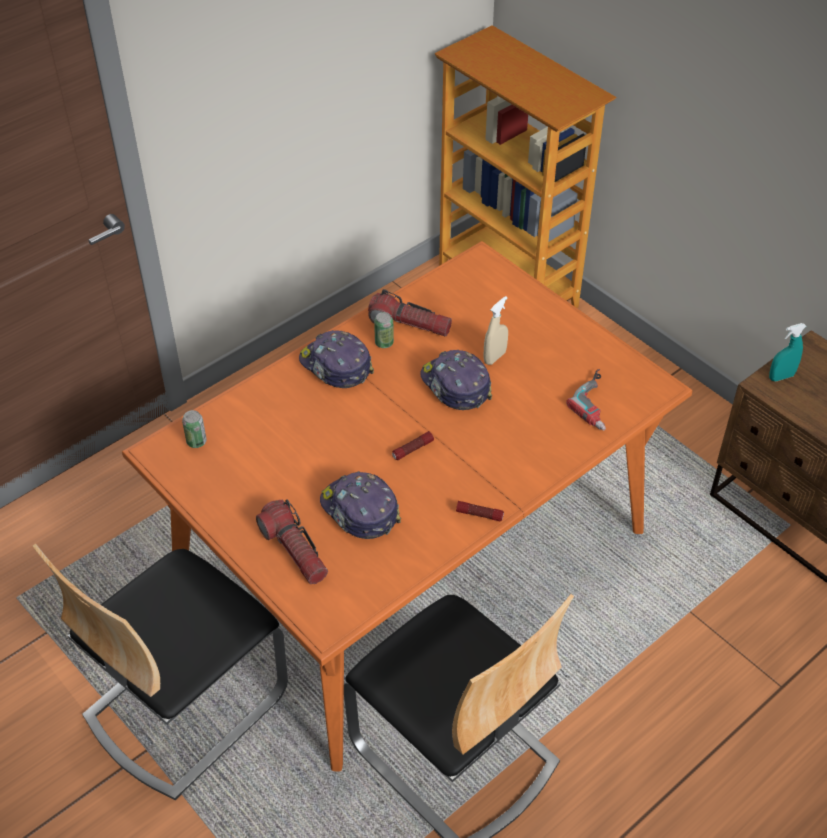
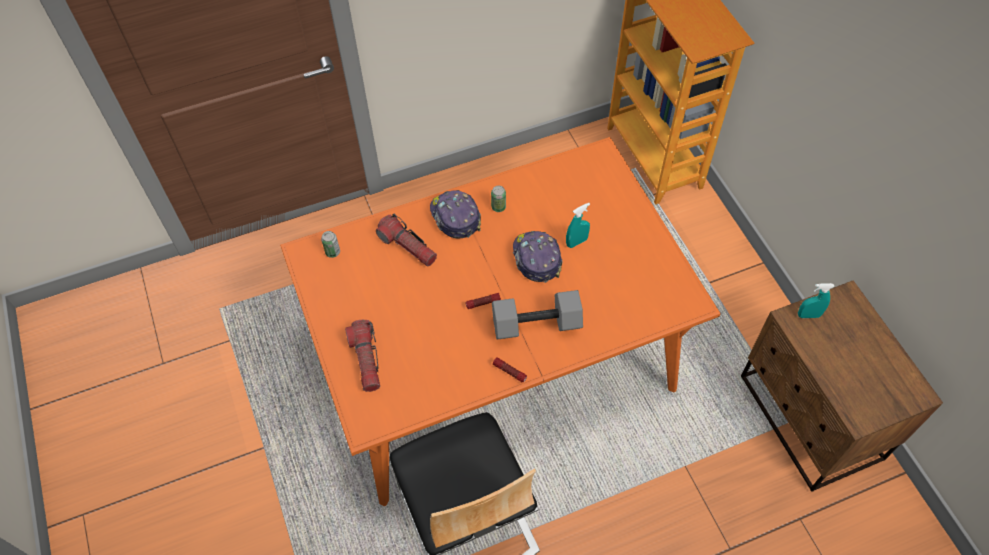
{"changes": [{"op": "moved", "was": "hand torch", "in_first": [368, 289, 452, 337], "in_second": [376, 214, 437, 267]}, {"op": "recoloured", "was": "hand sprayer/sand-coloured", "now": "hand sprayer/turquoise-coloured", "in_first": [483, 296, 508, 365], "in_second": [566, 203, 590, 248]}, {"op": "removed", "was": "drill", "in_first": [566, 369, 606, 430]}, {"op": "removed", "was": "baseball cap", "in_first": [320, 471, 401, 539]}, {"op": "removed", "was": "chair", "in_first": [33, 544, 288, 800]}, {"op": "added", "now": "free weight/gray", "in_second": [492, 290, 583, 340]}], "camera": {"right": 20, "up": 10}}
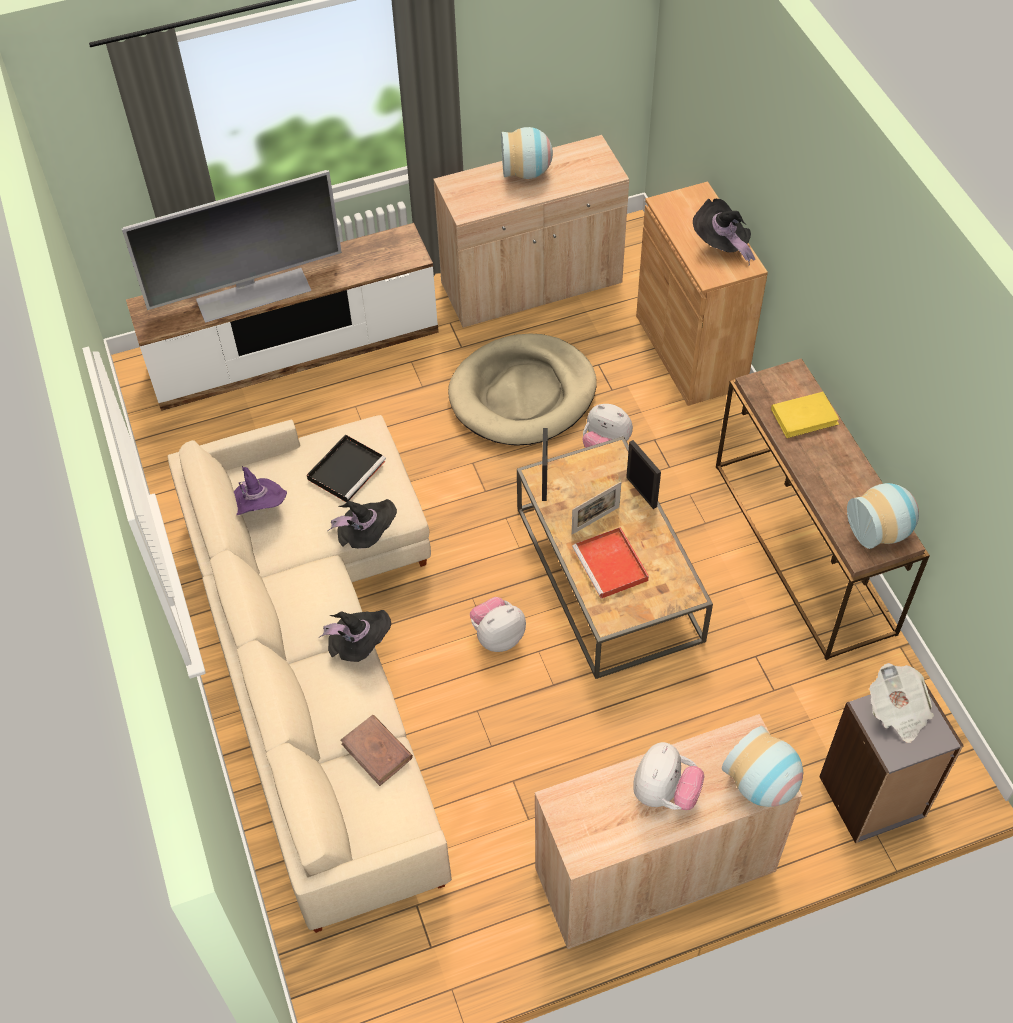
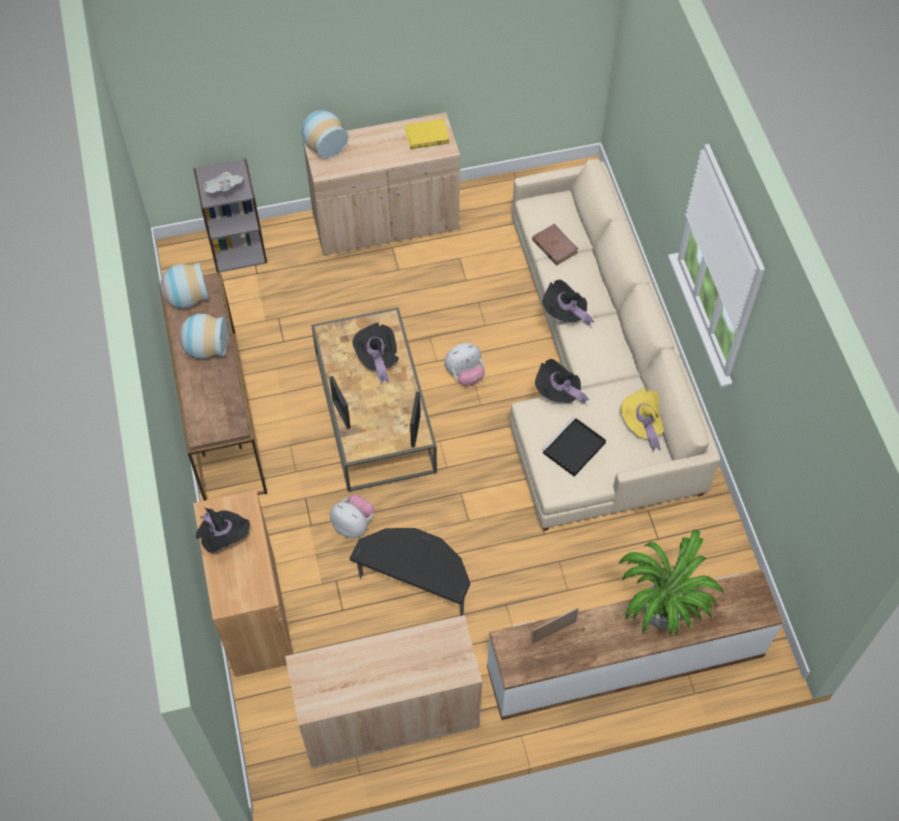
{"changes": [{"op": "moved", "was": "vase", "in_first": [501, 127, 553, 179], "in_second": [179, 314, 228, 359]}, {"op": "replaced", "was": "television", "now": "houseplant", "in_first": [122, 170, 342, 323], "in_second": [618, 530, 724, 637]}, {"op": "replaced", "was": "dog cushion/sand-coloured", "now": "side table", "in_first": [448, 334, 597, 446], "in_second": [349, 528, 470, 616]}, {"op": "moved", "was": "bound book/yellow", "in_first": [771, 392, 839, 438], "in_second": [405, 119, 449, 149]}, {"op": "recoloured", "was": "hat/purplish", "now": "hat/yellow", "in_first": [234, 466, 287, 515], "in_second": [621, 388, 664, 452]}, {"op": "moved", "was": "photo frame", "in_first": [572, 482, 621, 534], "in_second": [531, 607, 579, 644]}, {"op": "replaced", "was": "serving tray/red-coloured", "now": "hat/blackish", "in_first": [572, 527, 649, 599], "in_second": [352, 323, 399, 385]}, {"op": "removed", "was": "plush toy", "in_first": [633, 742, 705, 810]}], "camera": {"right": -175, "up": 5}}
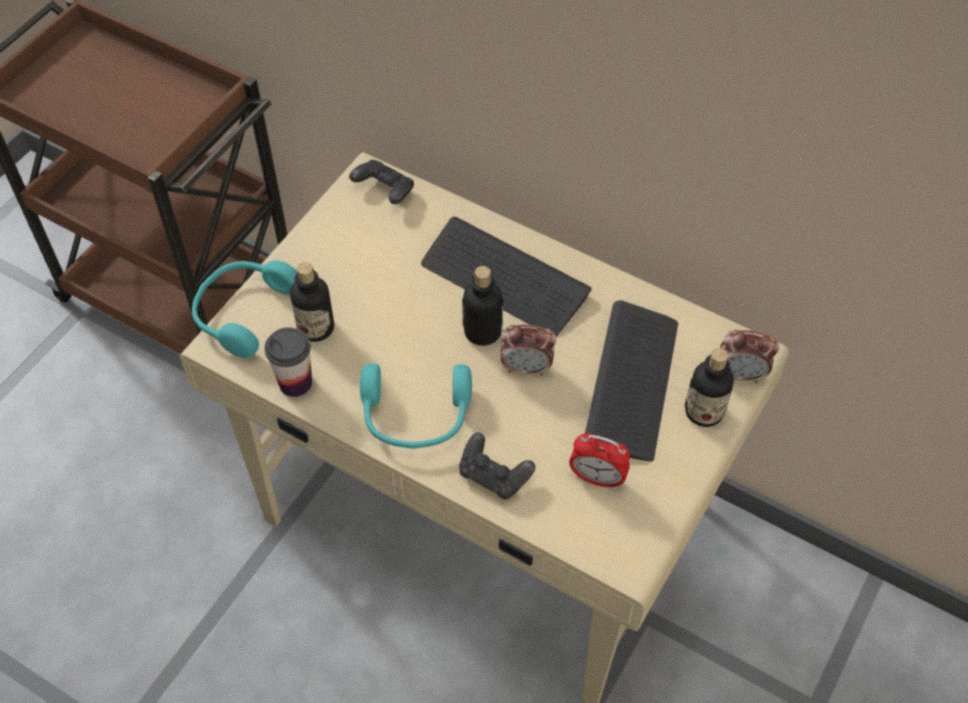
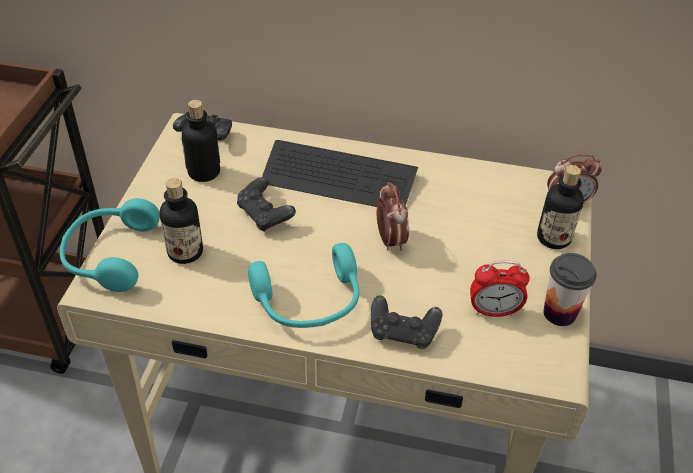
{"changes": [{"op": "moved", "was": "beverage bottle", "in_first": [462, 266, 503, 346], "in_second": [182, 100, 220, 182]}, {"op": "removed", "was": "PC keyboard", "in_first": [585, 300, 678, 462]}, {"op": "turned", "was": "bedside clock", "in_first": [500, 325, 556, 376], "in_second": [377, 182, 409, 251], "clockwise": -90}, {"op": "moved", "was": "drinking cup", "in_first": [265, 327, 312, 397], "in_second": [543, 253, 597, 326]}, {"op": "added", "now": "gamepad/blackish", "in_second": [237, 177, 296, 232]}], "camera": {"right": -20, "up": -10}}
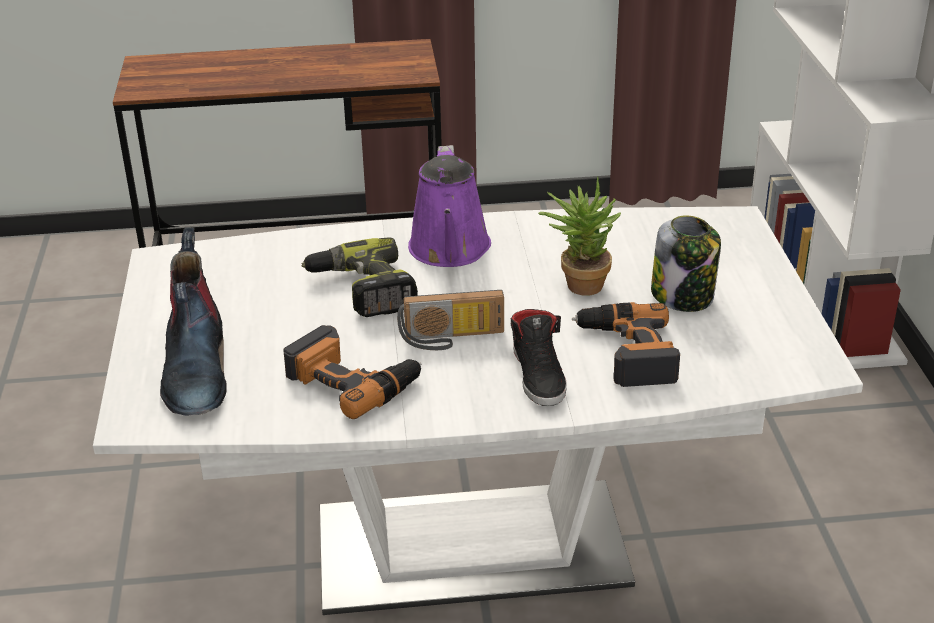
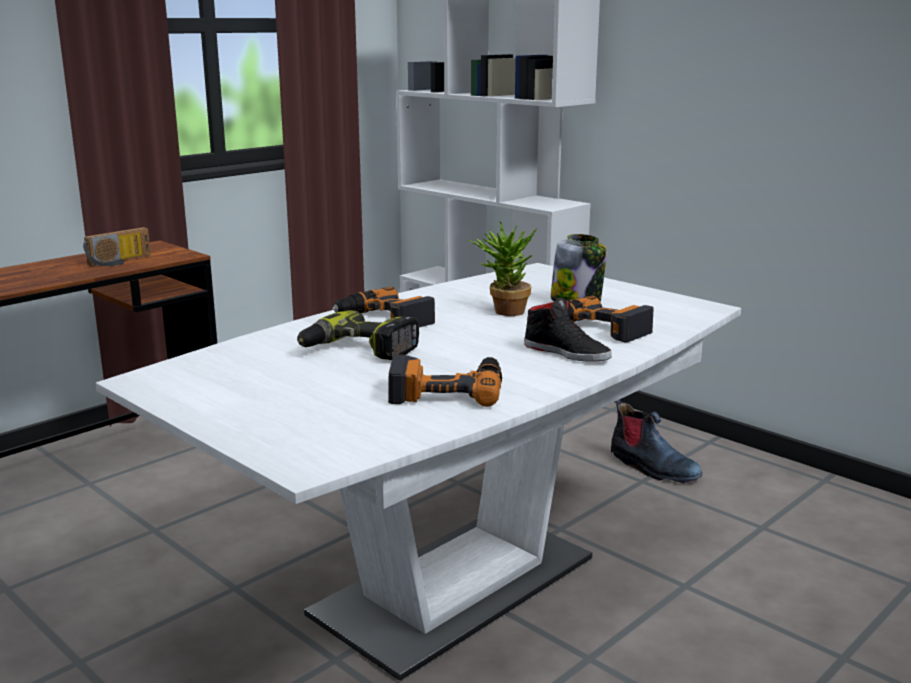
{"changes": [{"op": "replaced", "was": "sprinkling can/purplish", "now": "drill", "in_first": [408, 145, 491, 267], "in_second": [332, 287, 435, 327]}, {"op": "moved", "was": "high-top boot", "in_first": [160, 227, 227, 416], "in_second": [611, 399, 702, 483]}, {"op": "moved", "was": "radio", "in_first": [397, 290, 504, 350], "in_second": [83, 227, 151, 266]}], "camera": {"right": -40, "up": -15}}
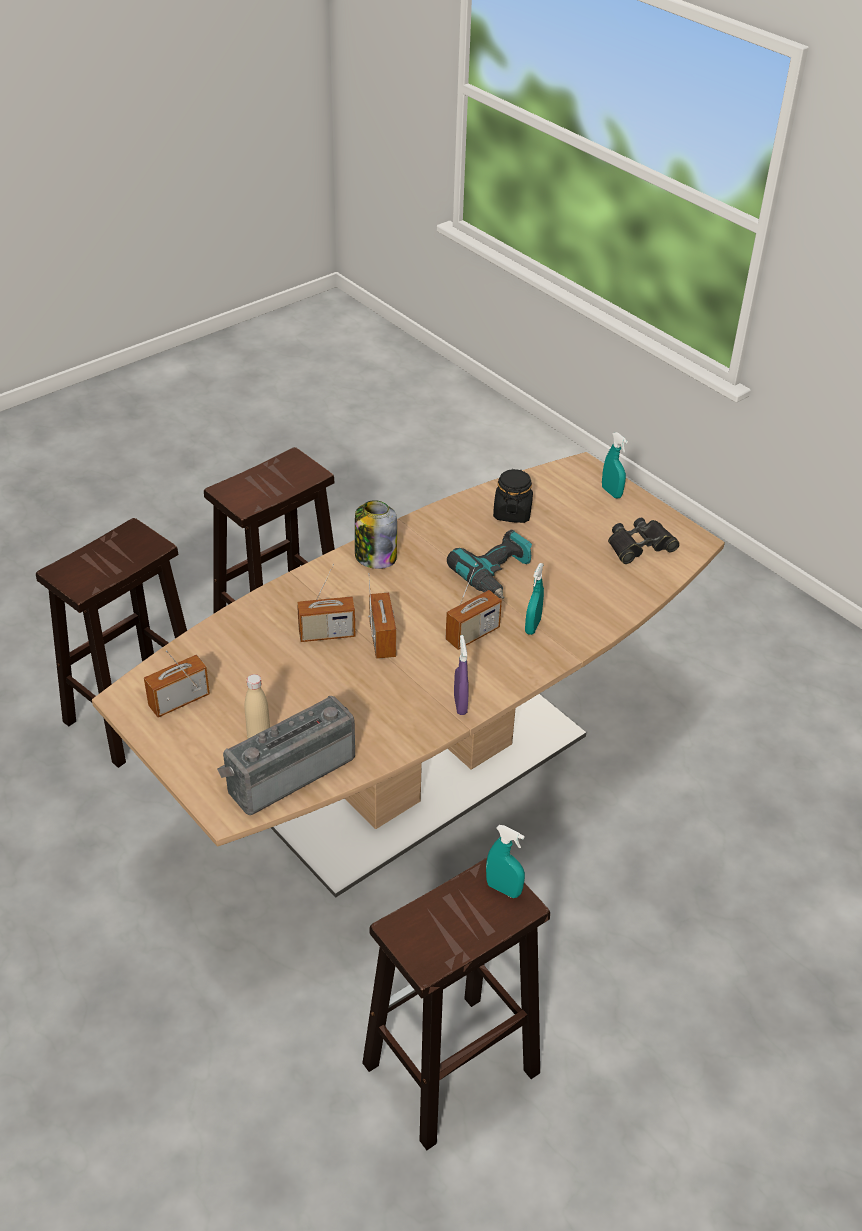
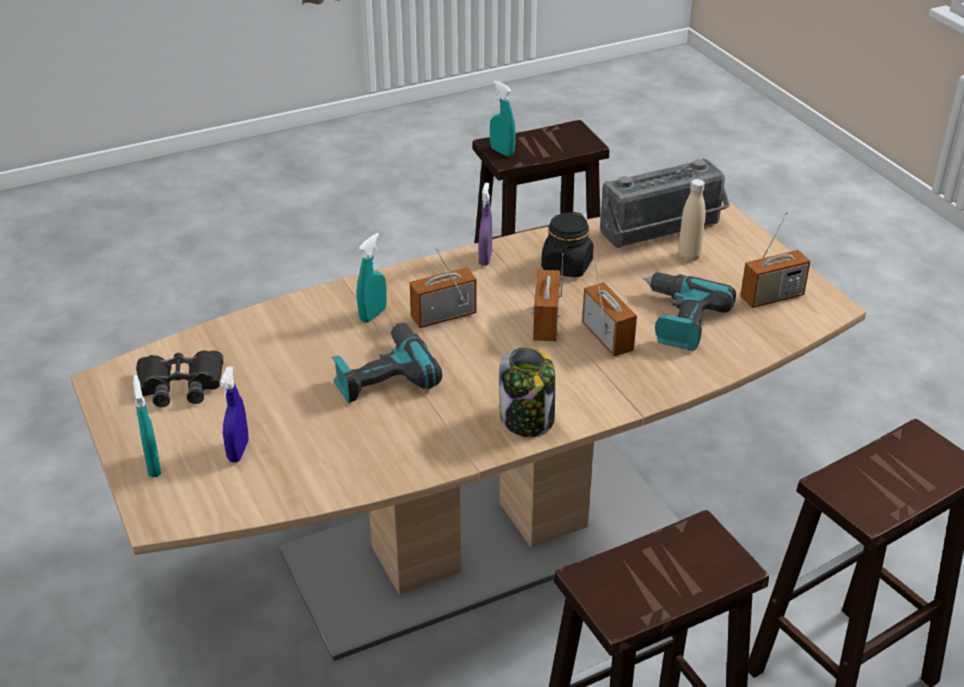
{"changes": [{"op": "moved", "was": "jar/blackish", "in_first": [493, 469, 533, 523], "in_second": [541, 211, 594, 278]}, {"op": "turned", "was": "radio", "in_first": [297, 564, 355, 642], "in_second": [582, 257, 637, 357], "clockwise": 60}, {"op": "added", "now": "drill", "in_second": [643, 272, 736, 351]}, {"op": "added", "now": "hand sprayer/bluish", "in_second": [219, 366, 249, 462]}], "camera": {"right": -165, "up": -5}}
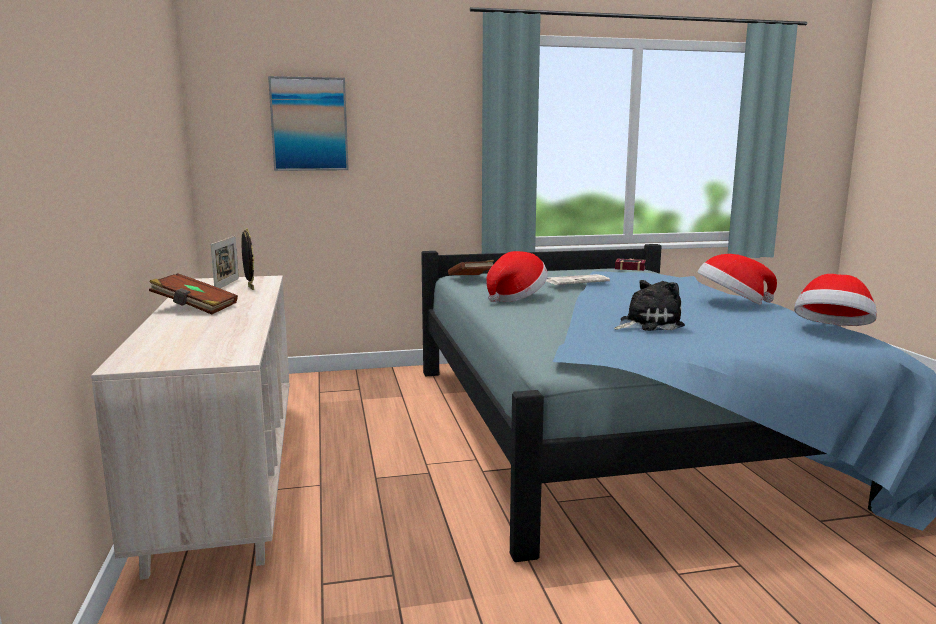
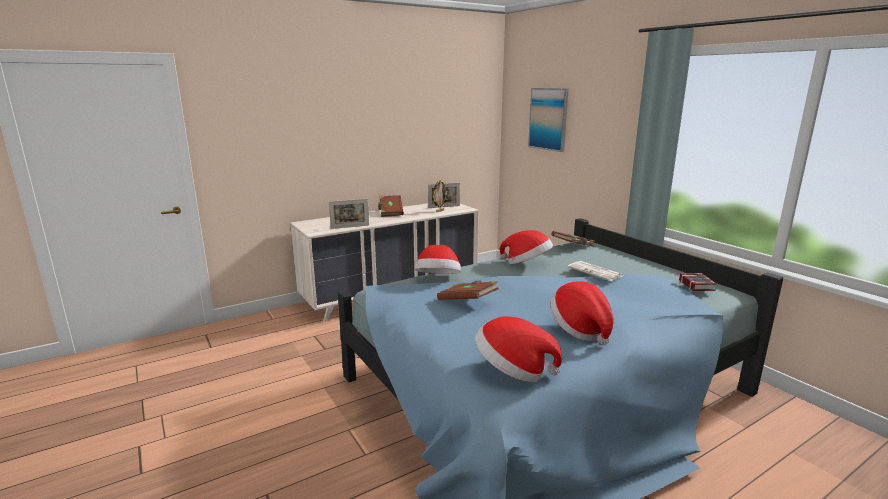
{"changes": [{"op": "replaced", "was": "plush toy", "now": "bound book/brownish", "in_first": [614, 280, 685, 331], "in_second": [437, 281, 499, 300]}, {"op": "added", "now": "photo frame", "in_second": [329, 199, 369, 229]}, {"op": "added", "now": "hat", "in_second": [414, 245, 461, 274]}], "camera": {"right": 70, "up": 5}}
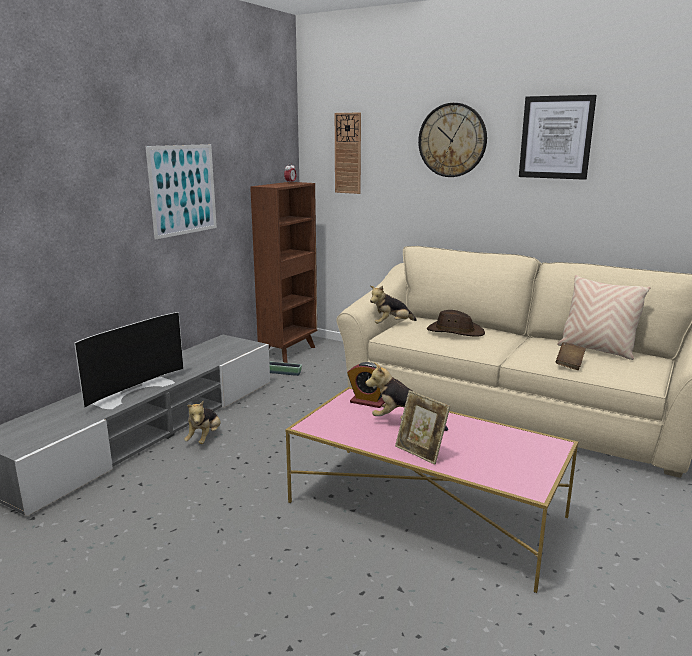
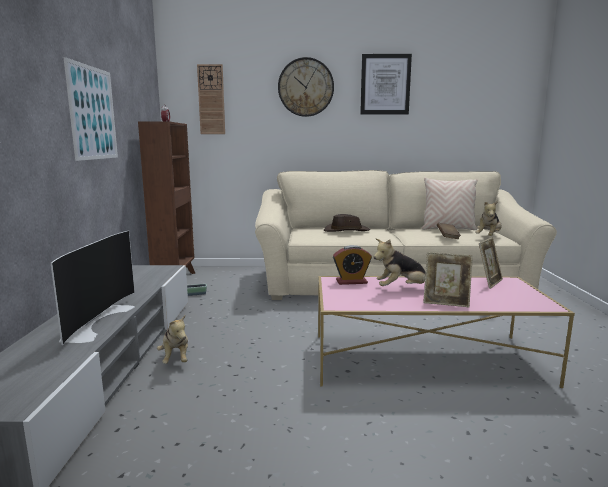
{"changes": [{"op": "moved", "was": "plush toy", "in_first": [370, 286, 417, 324], "in_second": [475, 201, 502, 236]}, {"op": "added", "now": "photo frame", "in_second": [479, 237, 503, 289]}], "camera": {"right": -30, "up": -5}}
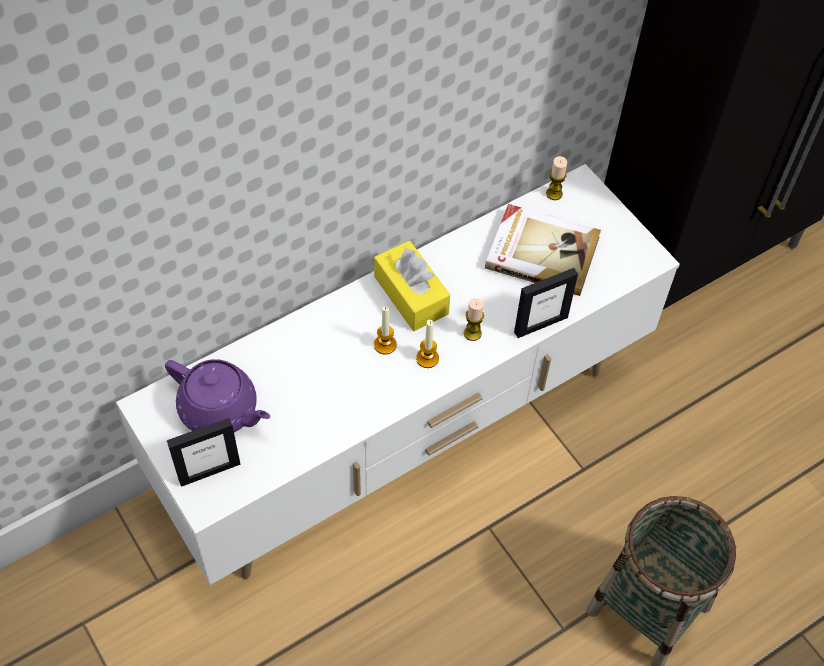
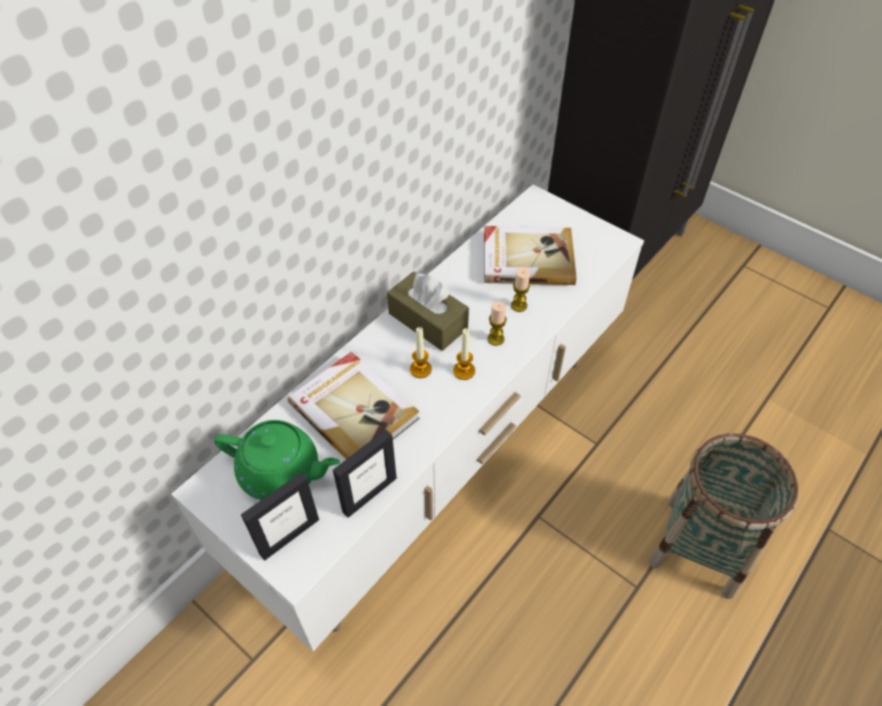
{"changes": [{"op": "moved", "was": "candle", "in_first": [546, 156, 567, 200], "in_second": [511, 267, 530, 312]}, {"op": "recoloured", "was": "tissue holder/yellow", "now": "tissue holder/brownish", "in_first": [374, 241, 450, 331], "in_second": [387, 271, 469, 351]}, {"op": "moved", "was": "photo frame", "in_first": [514, 268, 578, 338], "in_second": [333, 429, 397, 518]}, {"op": "recoloured", "was": "teapot/purplish", "now": "teapot/green", "in_first": [165, 359, 270, 433], "in_second": [214, 420, 340, 500]}, {"op": "added", "now": "bound book", "in_second": [288, 352, 420, 459]}], "camera": {"right": -15, "up": -5}}
